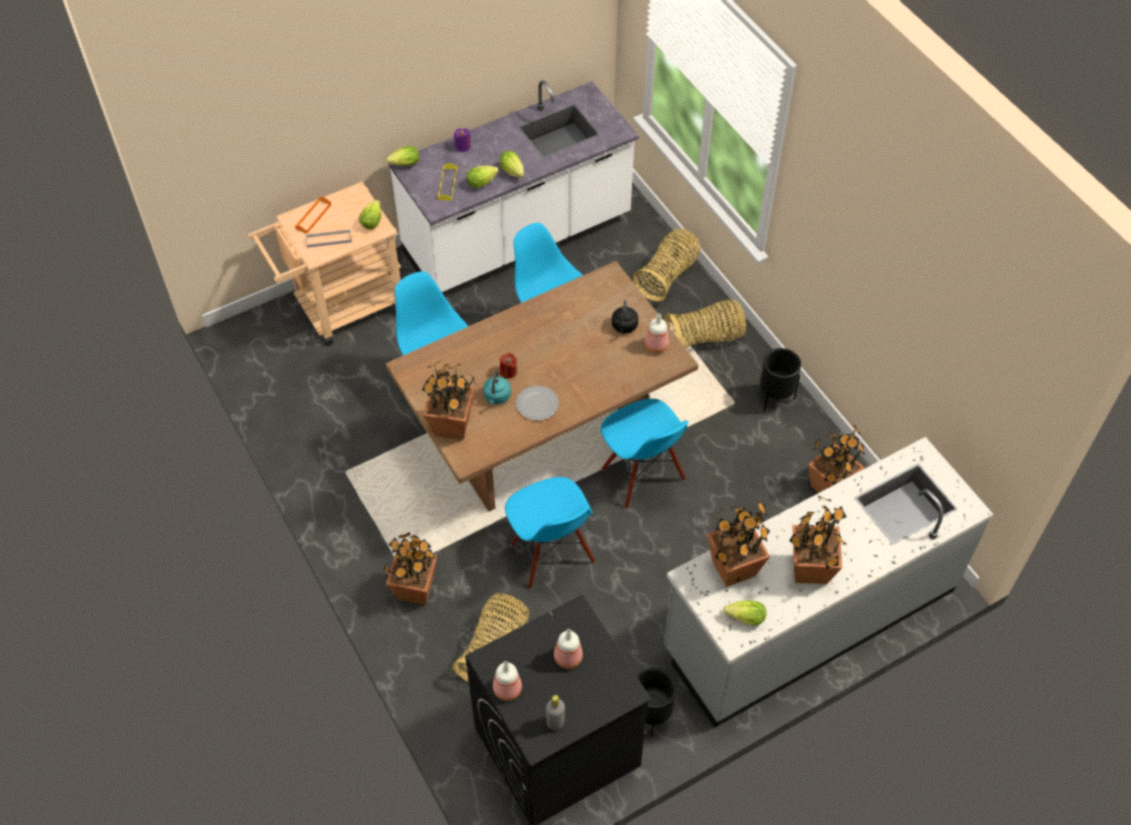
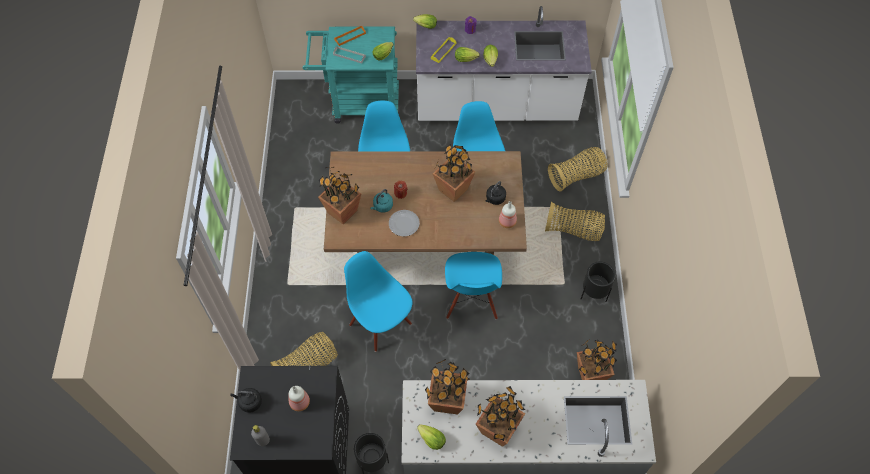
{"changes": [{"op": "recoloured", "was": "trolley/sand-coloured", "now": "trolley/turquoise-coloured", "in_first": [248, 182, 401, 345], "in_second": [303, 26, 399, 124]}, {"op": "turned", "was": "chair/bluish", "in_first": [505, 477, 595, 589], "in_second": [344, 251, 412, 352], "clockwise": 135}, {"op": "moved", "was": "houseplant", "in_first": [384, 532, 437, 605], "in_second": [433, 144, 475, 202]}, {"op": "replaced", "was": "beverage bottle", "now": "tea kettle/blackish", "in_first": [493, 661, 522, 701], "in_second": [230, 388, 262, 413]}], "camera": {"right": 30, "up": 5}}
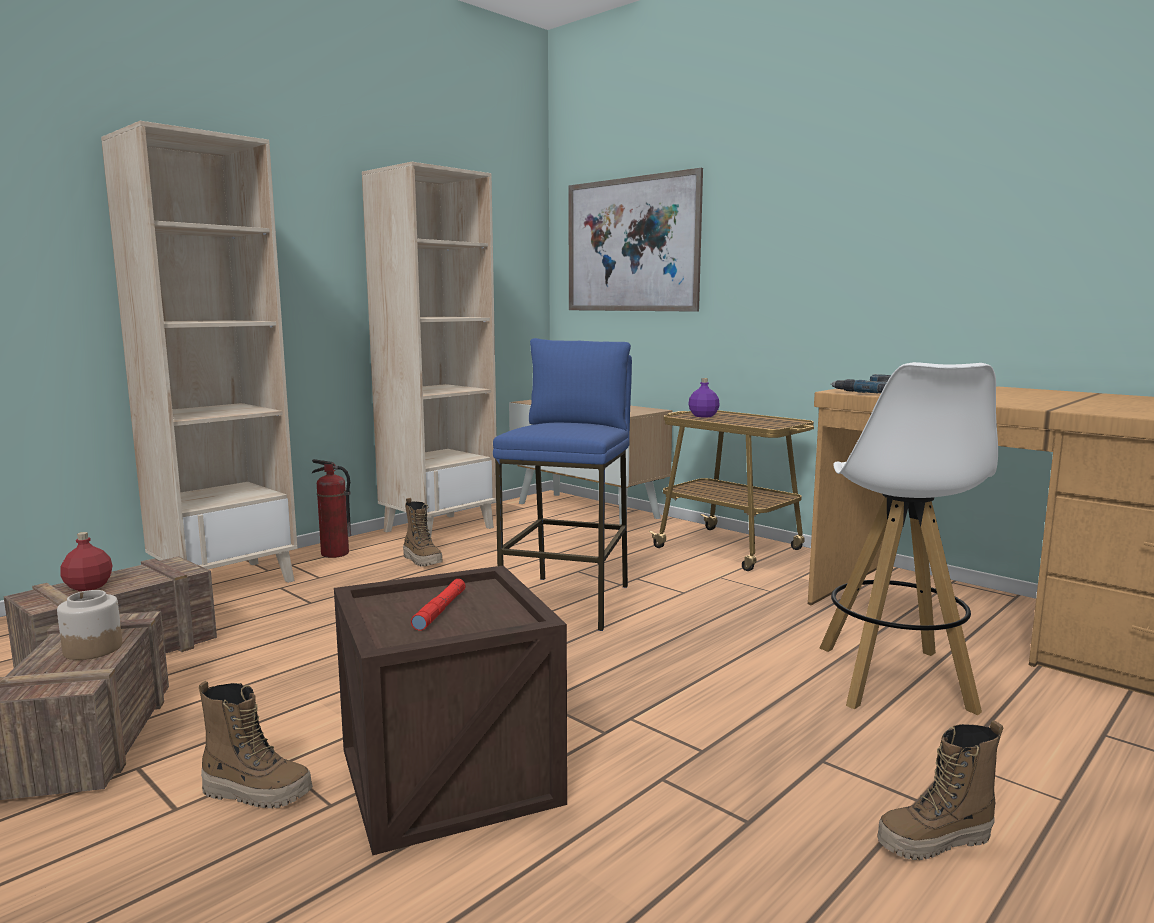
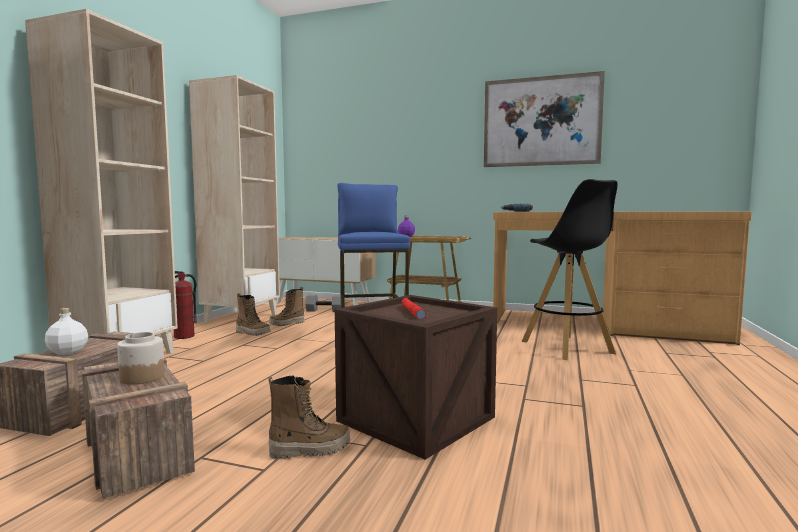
{"changes": [{"op": "moved", "was": "picture", "in_first": [569, 168, 703, 312], "in_second": [484, 71, 605, 167]}, {"op": "recoloured", "was": "sitting stool/white", "now": "sitting stool/blackish", "in_first": [820, 362, 998, 715], "in_second": [522, 179, 617, 360]}, {"op": "recoloured", "was": "beverage bottle/red-coloured", "now": "beverage bottle/white", "in_first": [60, 532, 113, 591], "in_second": [45, 308, 88, 355]}, {"op": "moved", "was": "high-top boot", "in_first": [877, 720, 1003, 860], "in_second": [269, 287, 304, 326]}, {"op": "added", "now": "free weight/gray", "in_second": [305, 294, 341, 312]}], "camera": {"right": -25, "up": -5}}
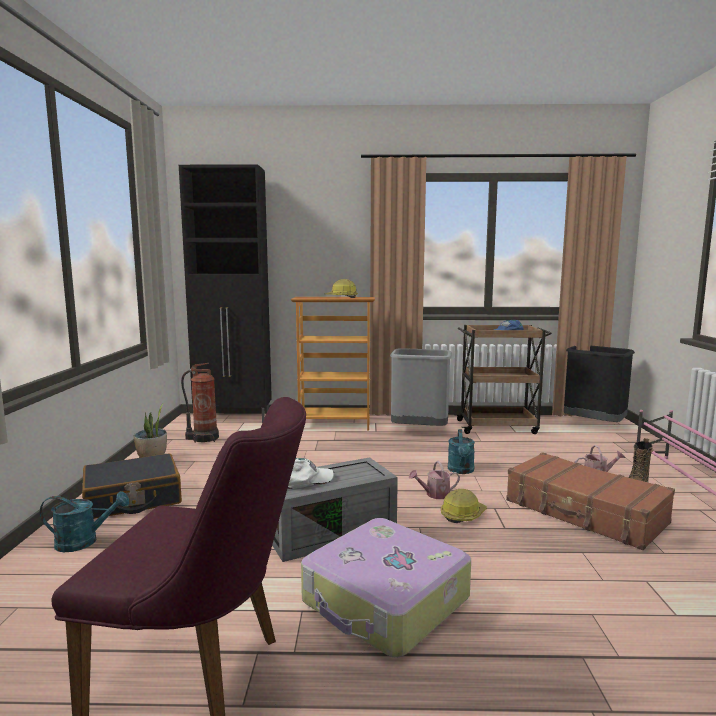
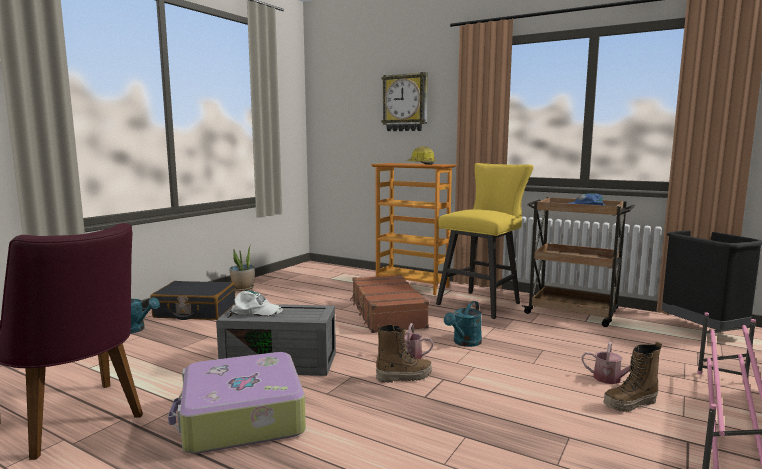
{"changes": [{"op": "removed", "was": "storage cabinet/blackish", "in_first": [179, 164, 272, 423]}, {"op": "replaced", "was": "waste bin/gray", "now": "sitting stool/yellow", "in_first": [390, 348, 452, 426], "in_second": [436, 163, 534, 319]}, {"op": "removed", "was": "fire extinguisher", "in_first": [181, 363, 219, 443]}, {"op": "moved", "was": "suitcase/brownish", "in_first": [506, 452, 675, 550], "in_second": [350, 275, 429, 333]}, {"op": "replaced", "was": "hard hat", "now": "high-top boot", "in_first": [441, 489, 487, 523], "in_second": [376, 325, 432, 383]}, {"op": "added", "now": "clock on the wall", "in_second": [382, 72, 428, 131]}], "camera": {"right": 30, "up": 0}}
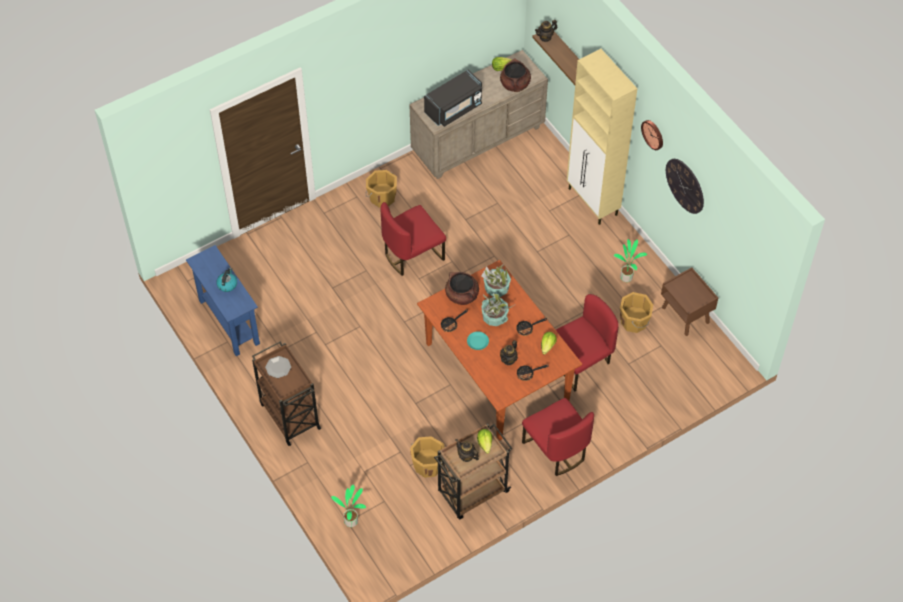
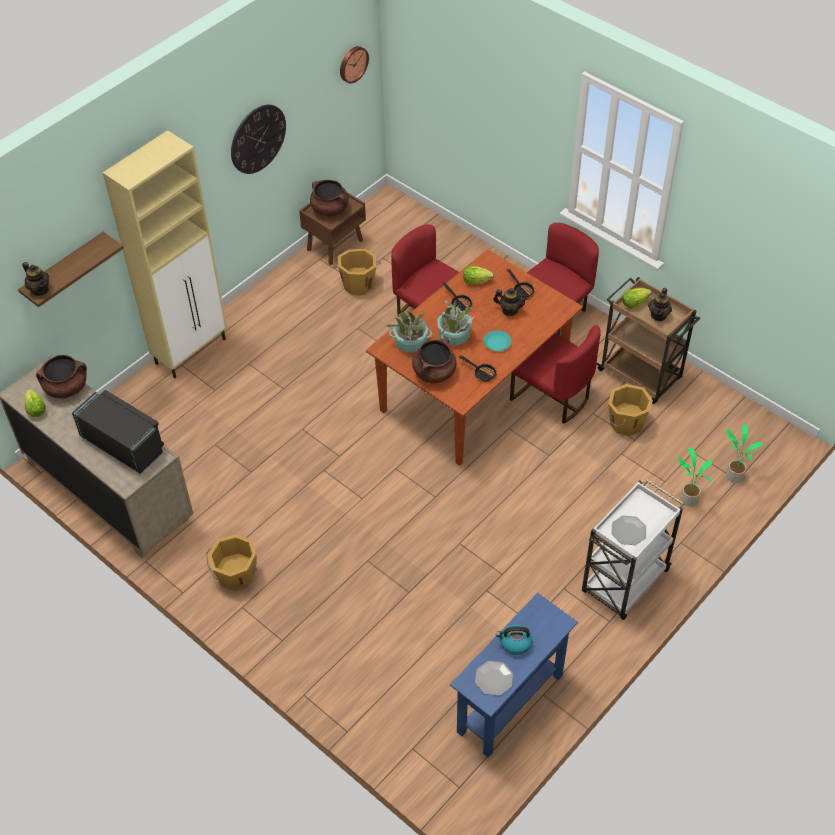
{"changes": [{"op": "moved", "was": "clock on the wall", "in_first": [641, 120, 663, 150], "in_second": [340, 46, 369, 84]}, {"op": "moved", "was": "chair/red-coloured", "in_first": [380, 202, 446, 276], "in_second": [510, 325, 601, 424]}, {"op": "moved", "was": "houseplant", "in_first": [614, 239, 647, 282], "in_second": [677, 447, 712, 506]}, {"op": "recoloured", "was": "trolley/brownish", "now": "trolley/white", "in_first": [252, 341, 321, 446], "in_second": [582, 479, 684, 620]}, {"op": "added", "now": "saucepot/brownish", "in_second": [310, 180, 349, 216]}, {"op": "added", "now": "plate", "in_second": [475, 661, 513, 696]}], "camera": {"right": -105, "up": -5}}
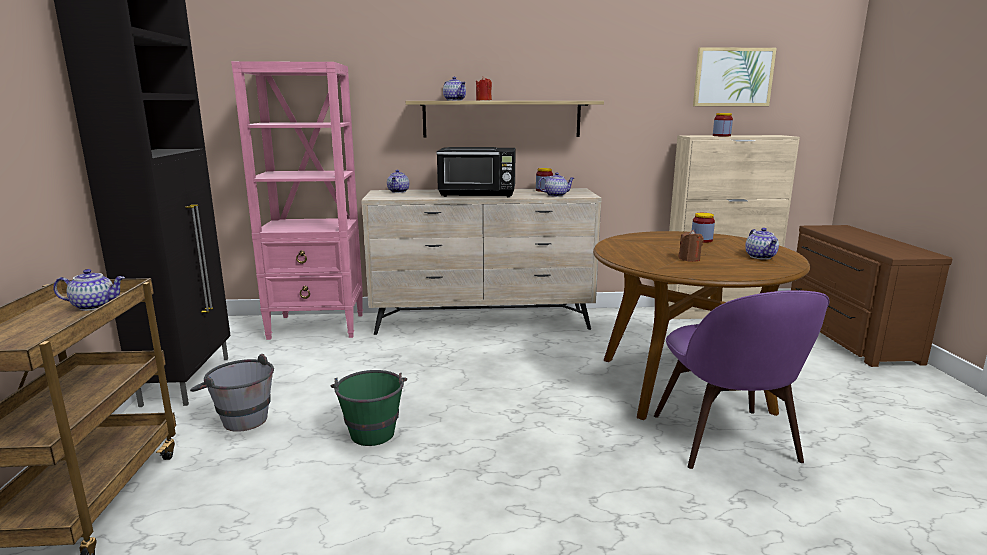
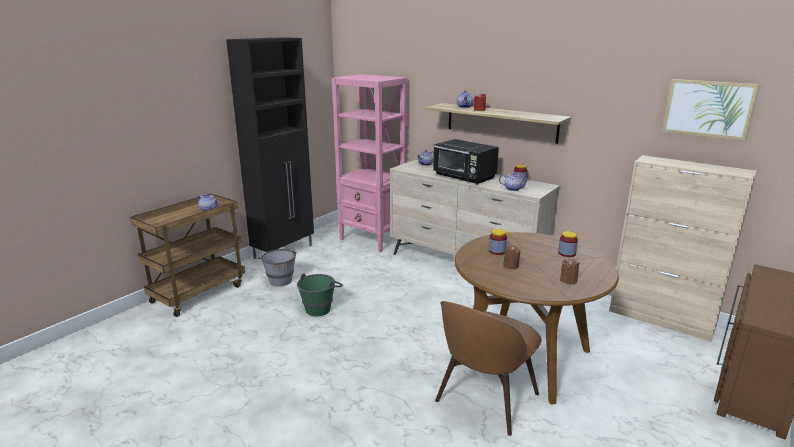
{"changes": [{"op": "moved", "was": "jar", "in_first": [713, 113, 733, 136], "in_second": [489, 229, 507, 255]}, {"op": "replaced", "was": "teapot", "now": "candle/brownish", "in_first": [745, 228, 779, 260], "in_second": [560, 259, 580, 284]}, {"op": "recoloured", "was": "chair/purplish", "now": "chair/brownish", "in_first": [654, 290, 829, 469], "in_second": [435, 301, 542, 436]}], "camera": {"right": 40, "up": 5}}
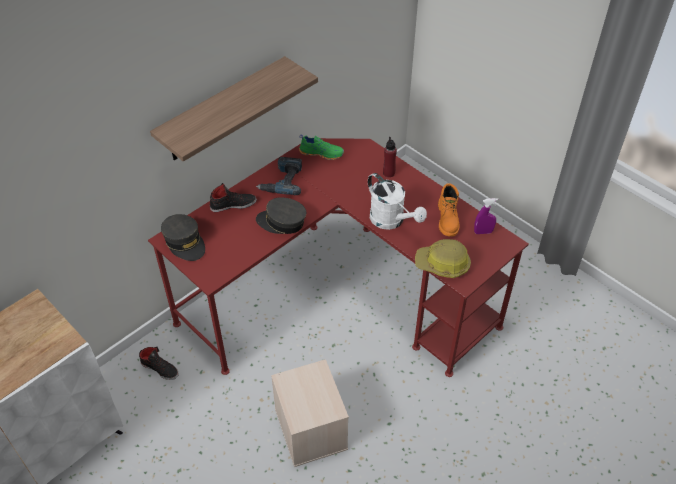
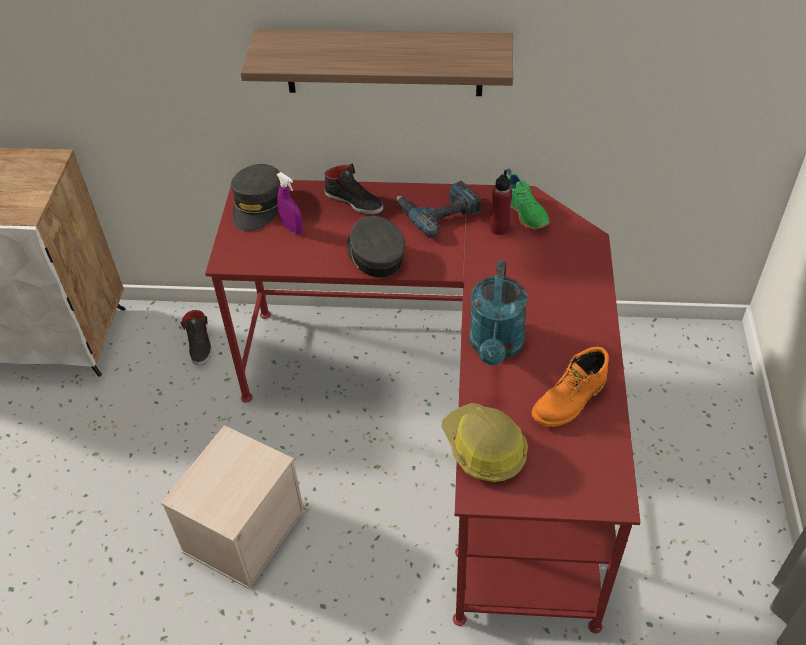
{"changes": [{"op": "moved", "was": "beverage bottle/red-coloured", "in_first": [383, 137, 397, 177], "in_second": [490, 170, 512, 235]}, {"op": "recoloured", "was": "sprinkling can/white", "now": "sprinkling can/turquoise-coloured", "in_first": [368, 173, 427, 230], "in_second": [469, 260, 528, 366]}, {"op": "moved", "was": "hand sprayer/purplish", "in_first": [474, 198, 498, 234], "in_second": [277, 172, 303, 234]}], "camera": {"right": 50, "up": 0}}
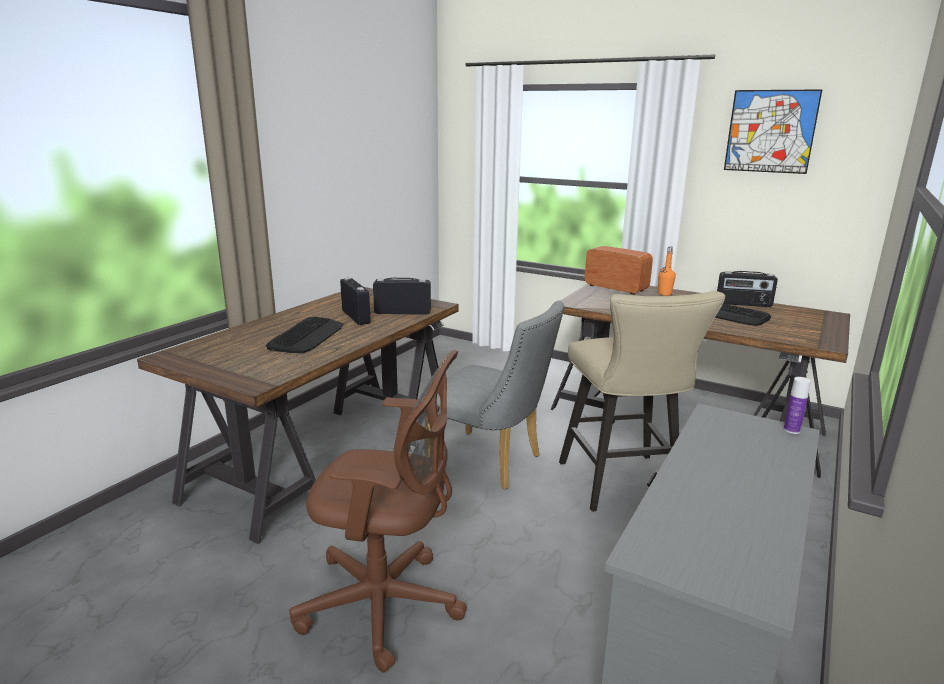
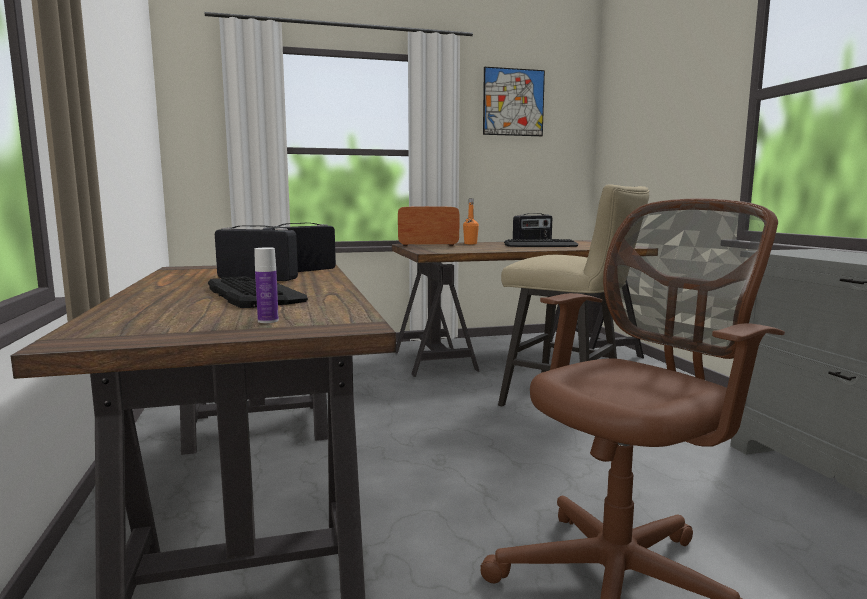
{"changes": [{"op": "removed", "was": "chair/gray", "in_first": [428, 301, 564, 490]}, {"op": "moved", "was": "beverage bottle", "in_first": [784, 377, 811, 434], "in_second": [254, 247, 279, 323]}], "camera": {"right": -45, "up": -10}}
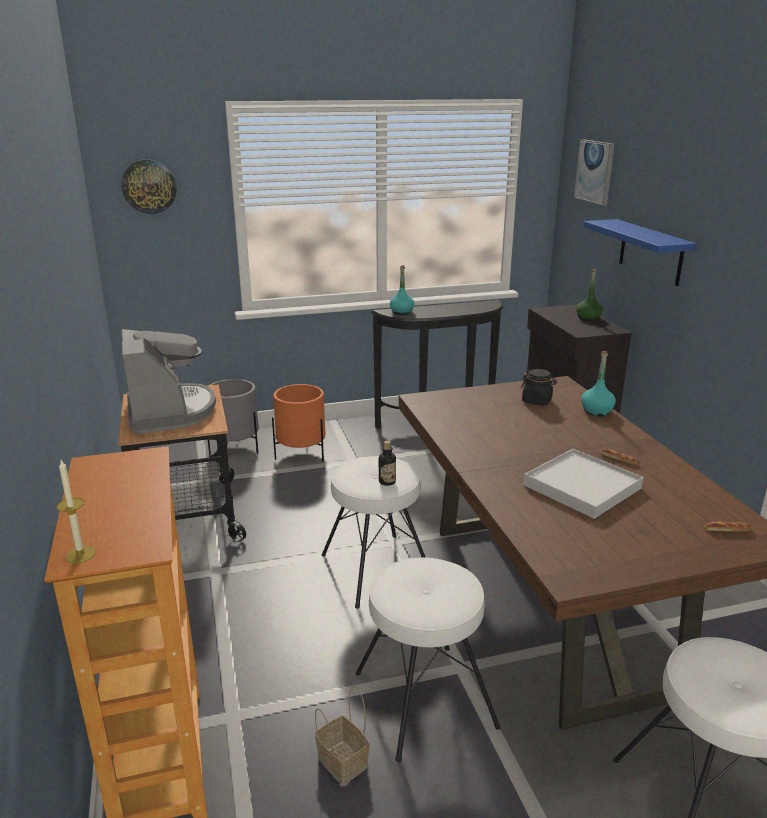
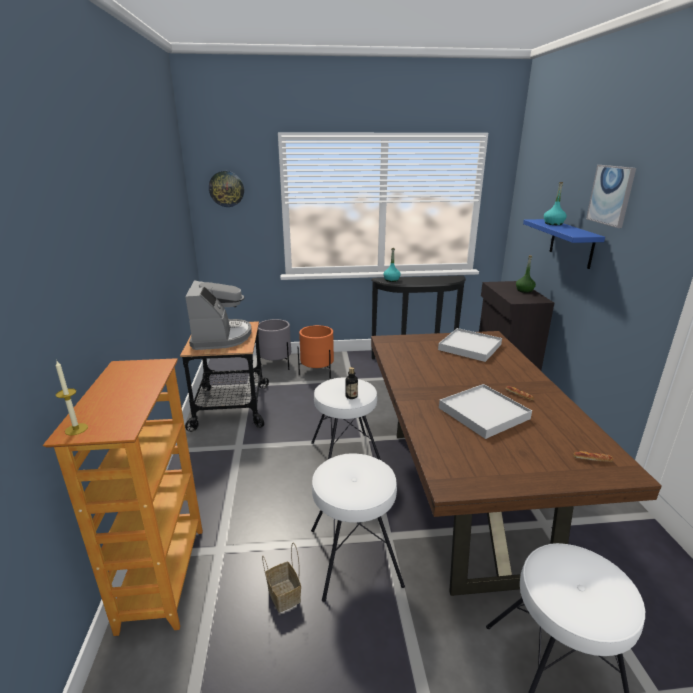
{"changes": [{"op": "moved", "was": "picture", "in_first": [574, 139, 615, 206], "in_second": [586, 165, 636, 228]}, {"op": "moved", "was": "beverage bottle/turquoise-coloured", "in_first": [581, 351, 616, 416], "in_second": [544, 182, 567, 225]}, {"op": "replaced", "was": "jar/blackish", "now": "serving tray/white", "in_first": [521, 369, 557, 406], "in_second": [438, 328, 502, 362]}], "camera": {"right": 10, "up": 0}}
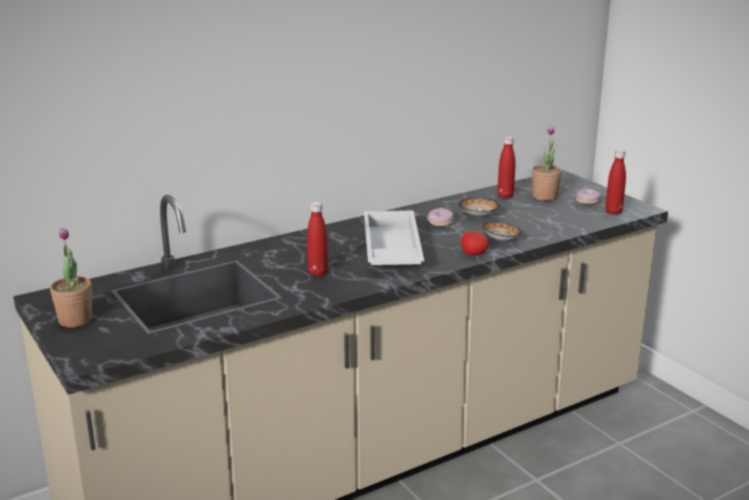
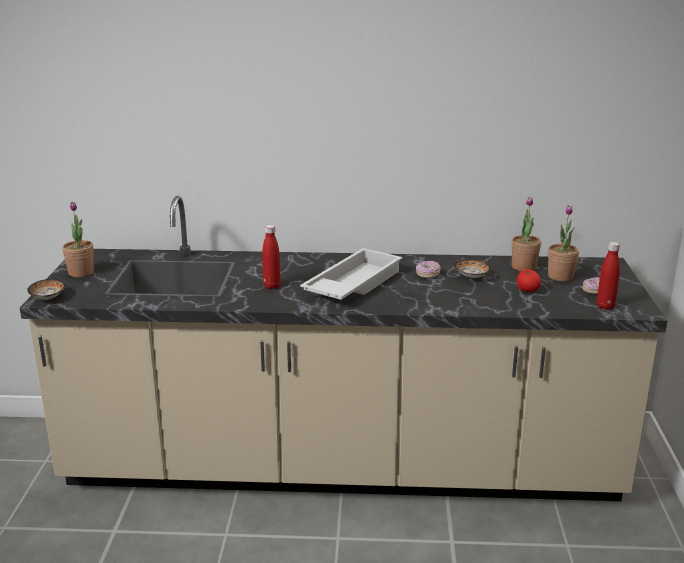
{"changes": [{"op": "replaced", "was": "beverage bottle/red-coloured", "now": "houseplant", "in_first": [497, 136, 515, 199], "in_second": [511, 197, 541, 271]}, {"op": "moved", "was": "serving bowl", "in_first": [482, 221, 521, 241], "in_second": [27, 279, 65, 300]}, {"op": "moved", "was": "whole tomato", "in_first": [461, 231, 489, 255], "in_second": [517, 269, 541, 292]}], "camera": {"right": 35, "up": 0}}
